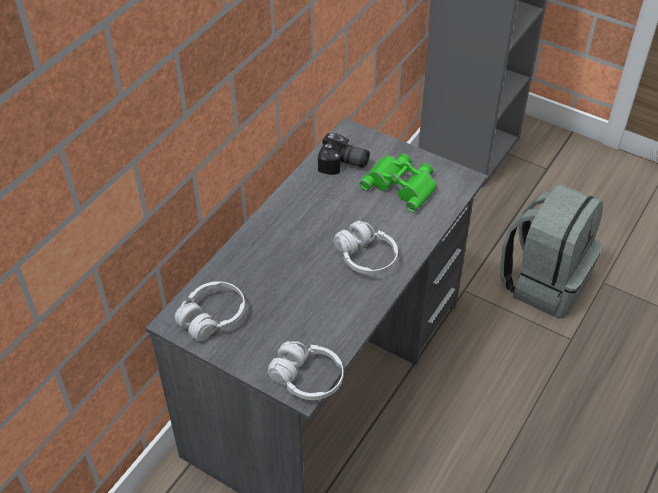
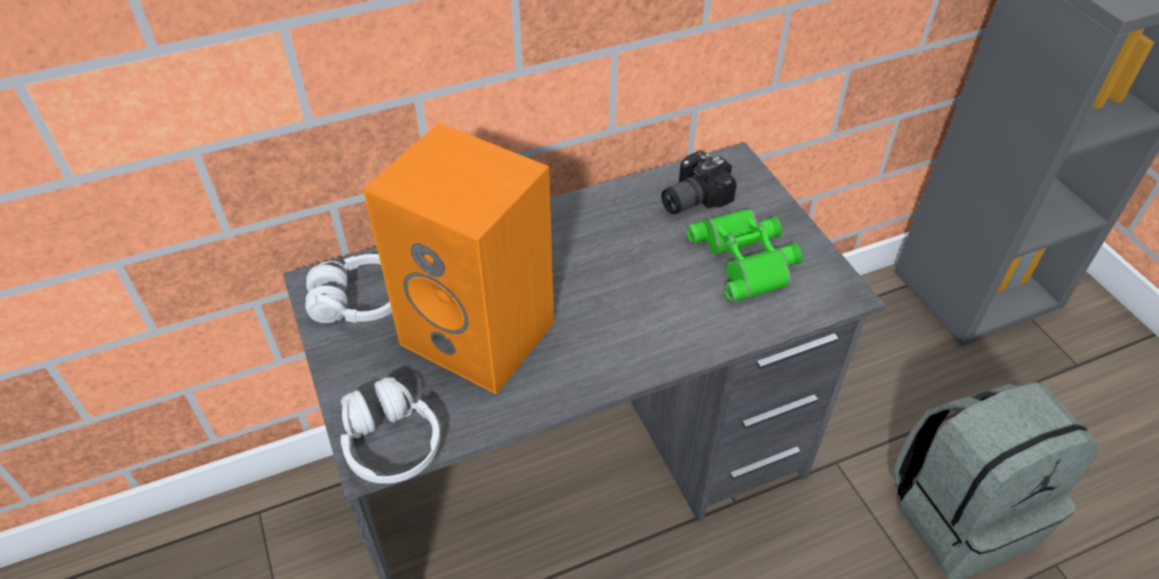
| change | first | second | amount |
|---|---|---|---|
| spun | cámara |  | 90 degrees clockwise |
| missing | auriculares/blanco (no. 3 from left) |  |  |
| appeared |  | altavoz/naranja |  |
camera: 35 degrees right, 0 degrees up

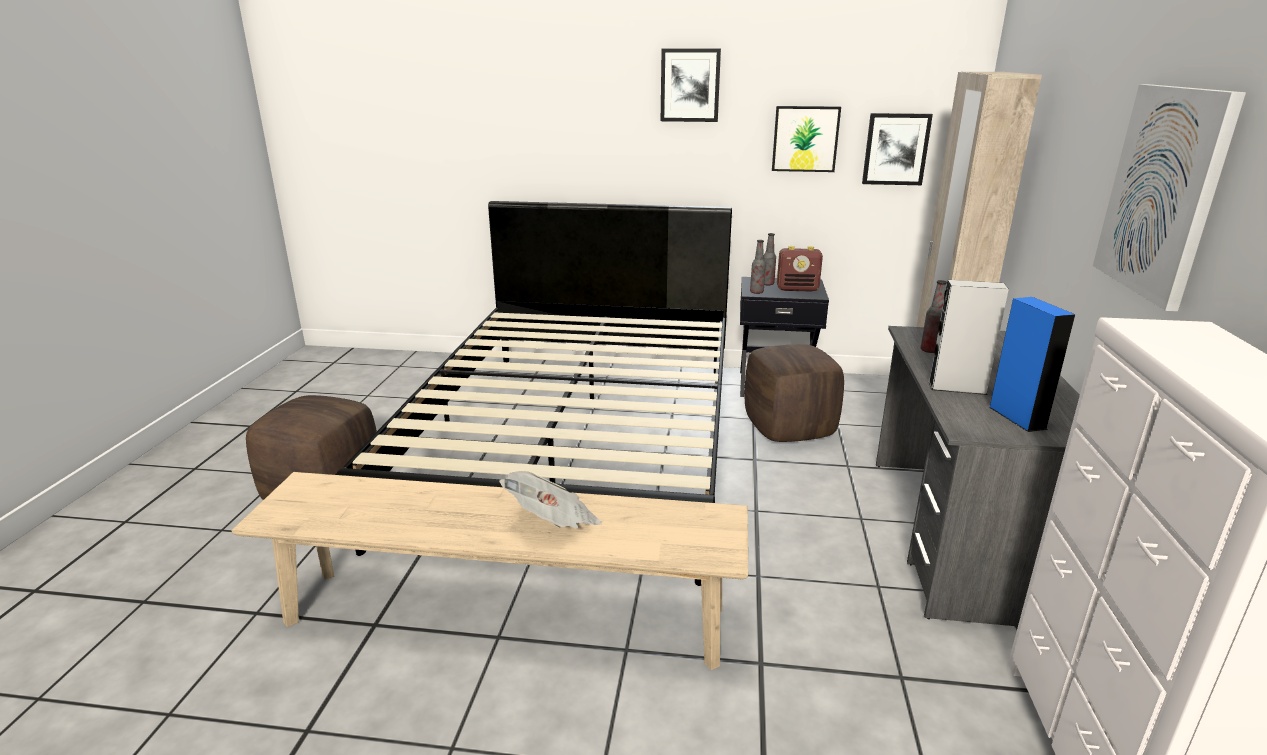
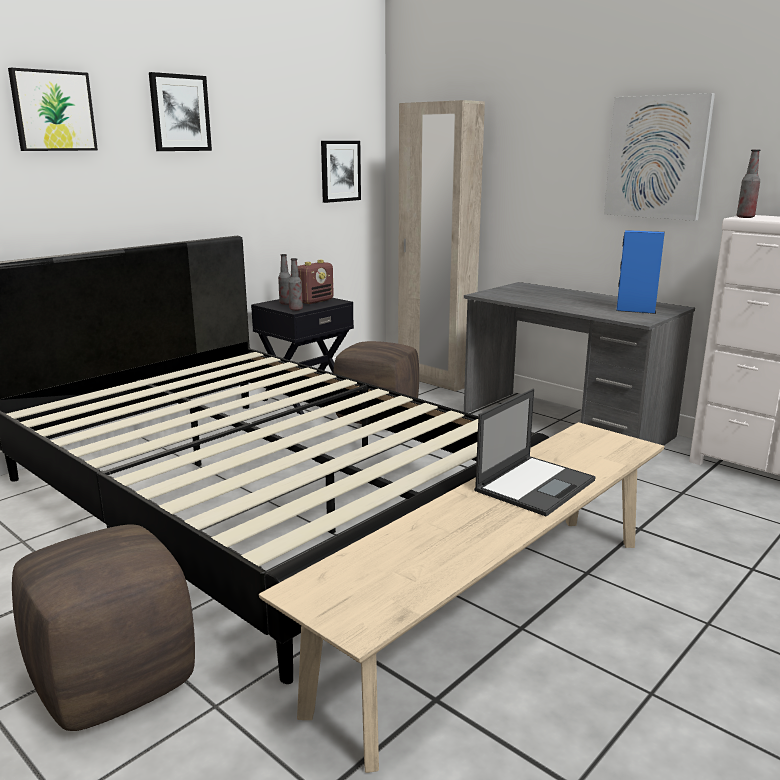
| change | first | second | amount |
|---|---|---|---|
| relocated | cuadro (no. 2 from left in the first image) | cuadro (no. 1 from left) |  |
| relocated | botella (no. 3 from left) |  |  |
| missing | altavoz/gris |  |  |
| exchanged | periódico | portátil |  |
camera: 55 degrees left, 5 degrees down

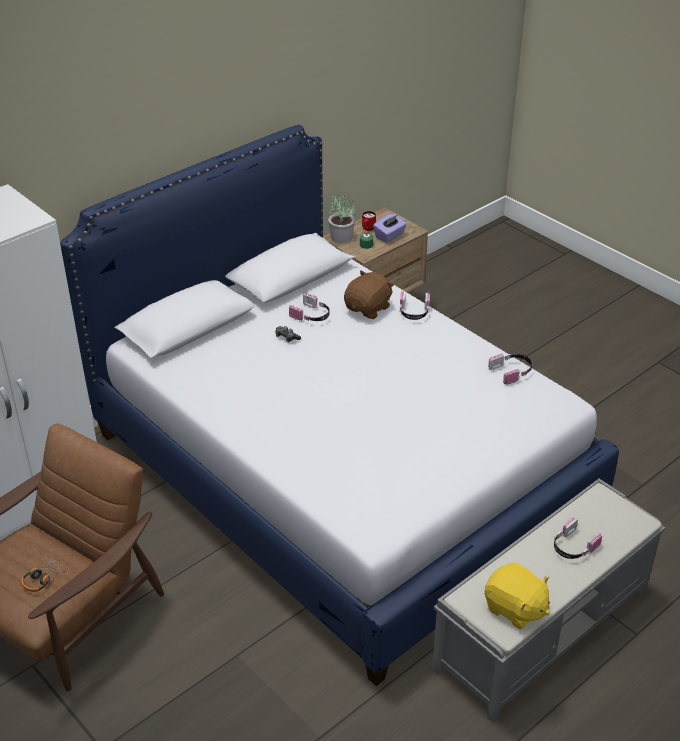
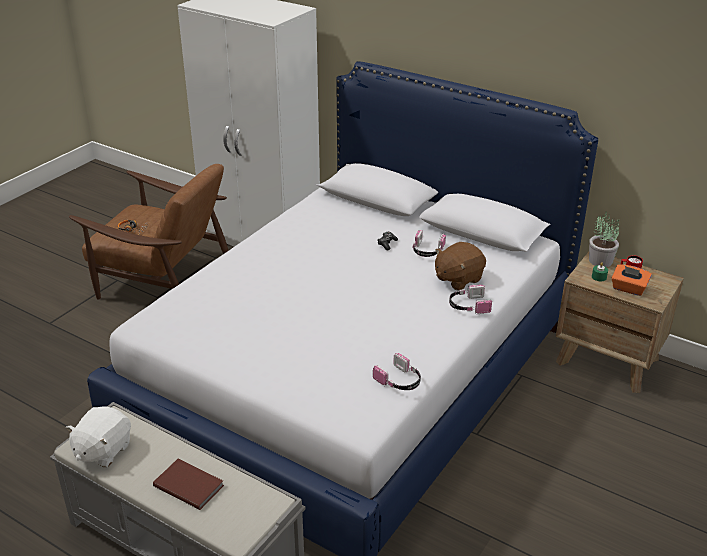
| change | first | second | amount |
|---|---|---|---|
| colour | caja de pañuelos/morado | caja de pañuelos/naranja |  |
| spun | peluche/marrón |  | 120 degrees clockwise |
| exchanged | auriculares (no. 5 from left) | libro/marrón |  |
| colour | peluche/amarillo | peluche/blanco |  |
camera: 75 degrees right, 5 degrees down

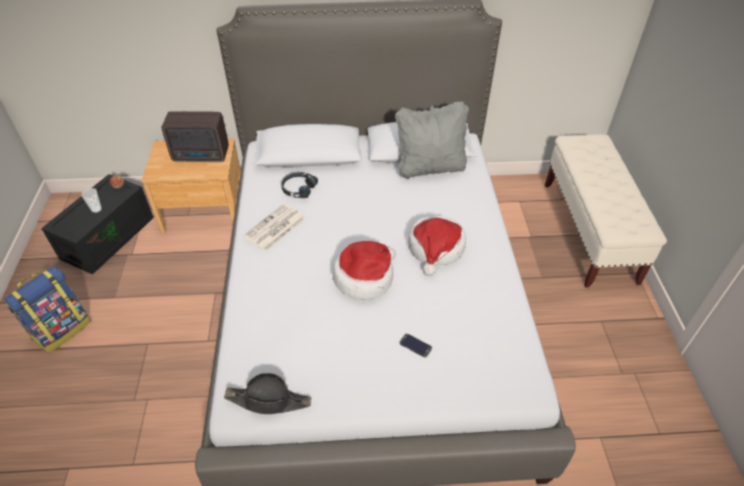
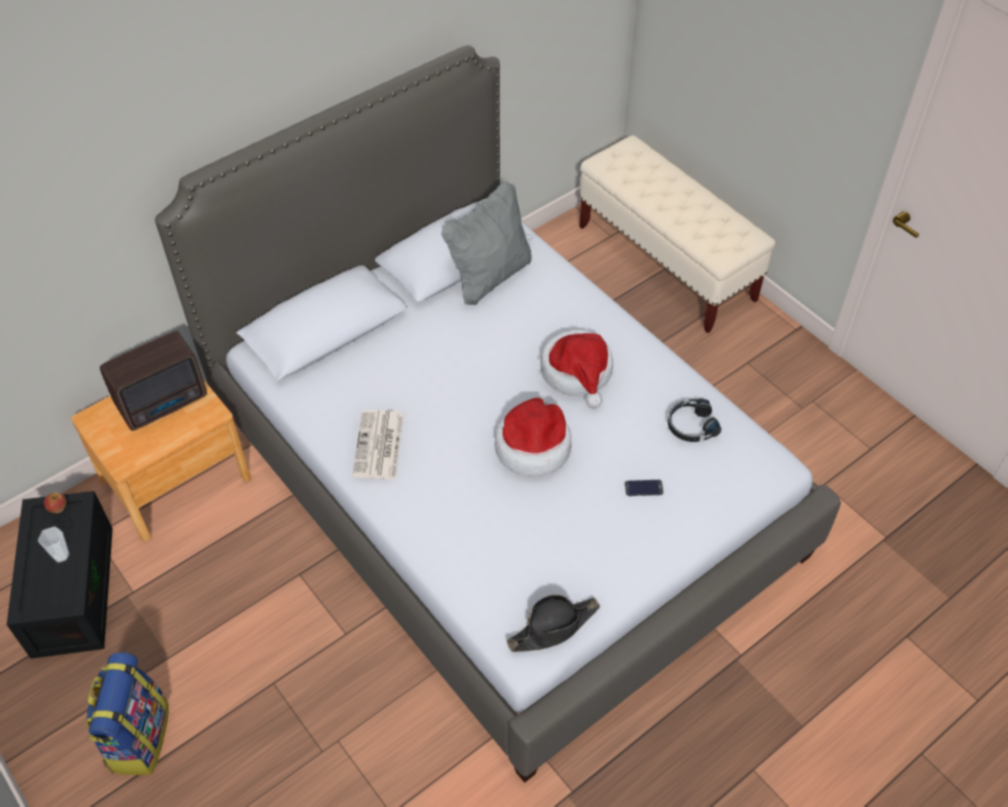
| change | first | second | amount |
|---|---|---|---|
| relocated | auriculares/negro |  |  |
camera: 35 degrees left, 5 degrees up

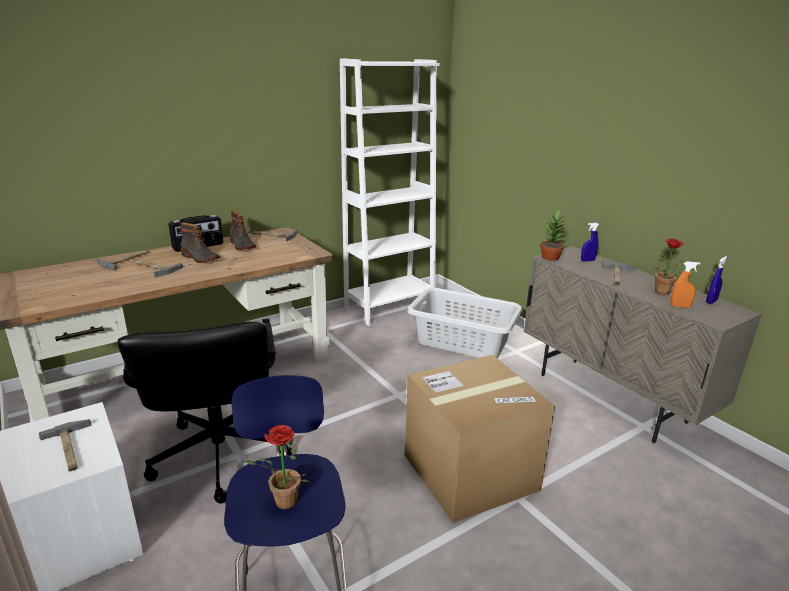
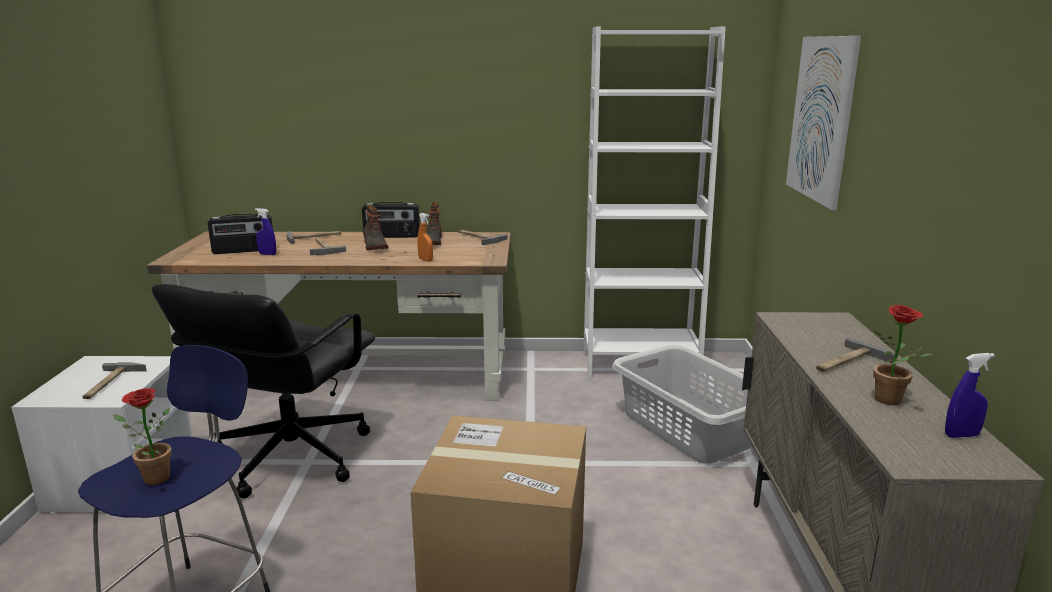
| change | first | second | amount |
|---|---|---|---|
| missing | planta en maceta (no. 2 from left) |  |  |
| relocated | pulverizador/azul (no. 1 from left) |  |  |
| relocated | pulverizador/naranja |  |  |
| appeared |  | cuadro |  |
| appeared |  | radio (no. 1 from left) |  |
camera: 35 degrees right, 5 degrees down

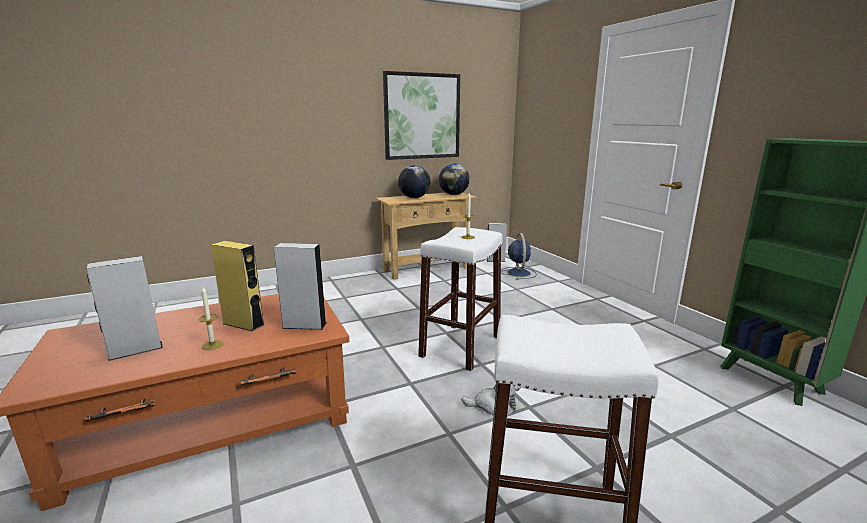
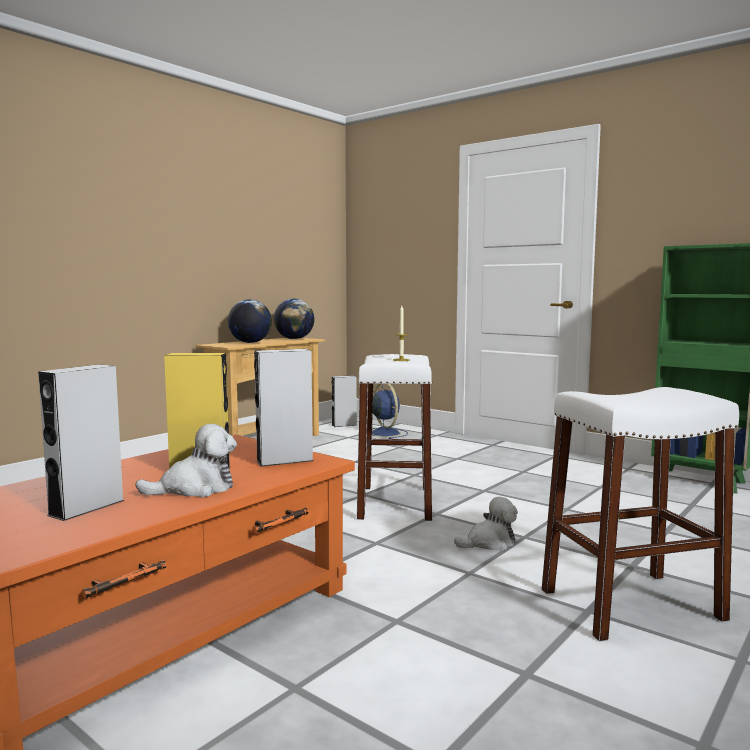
| change | first | second | amount |
|---|---|---|---|
| missing | cuadro |  |  |
| exchanged | vela (no. 1 from left) | peluche (no. 1 from left) |  |
camera: 25 degrees left, 10 degrees down

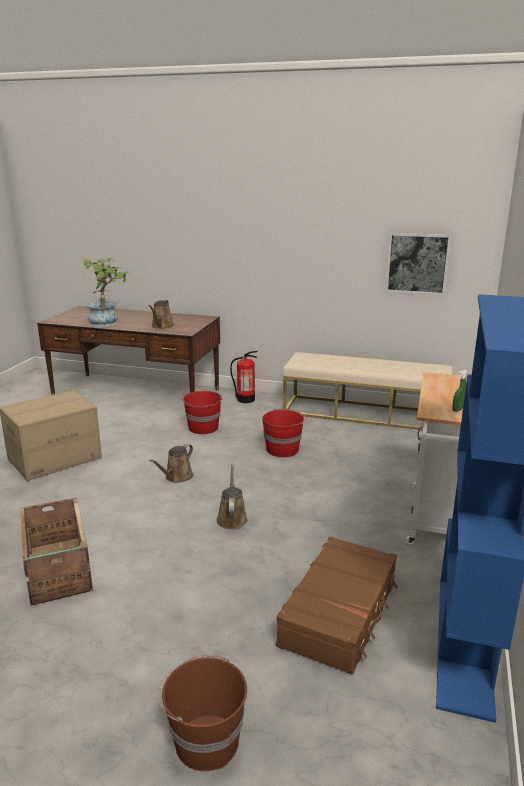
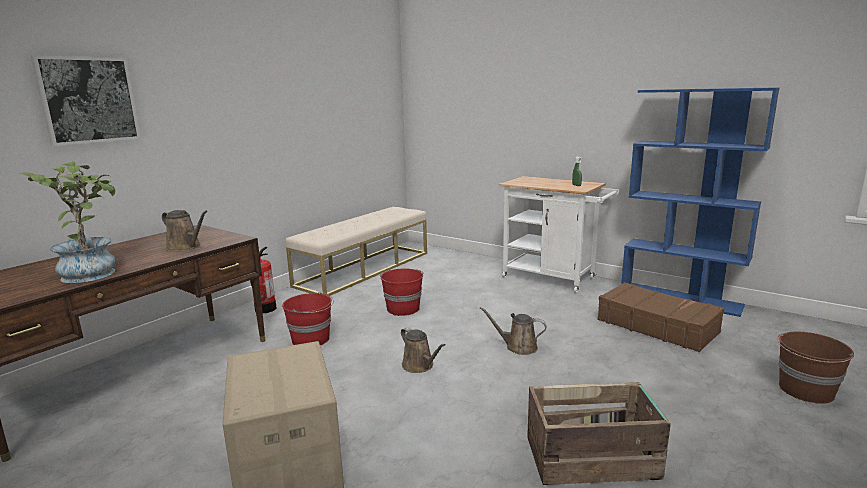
| change | first | second | amount |
|---|---|---|---|
| relocated | cuadro |  |  |
camera: 70 degrees left, 5 degrees down

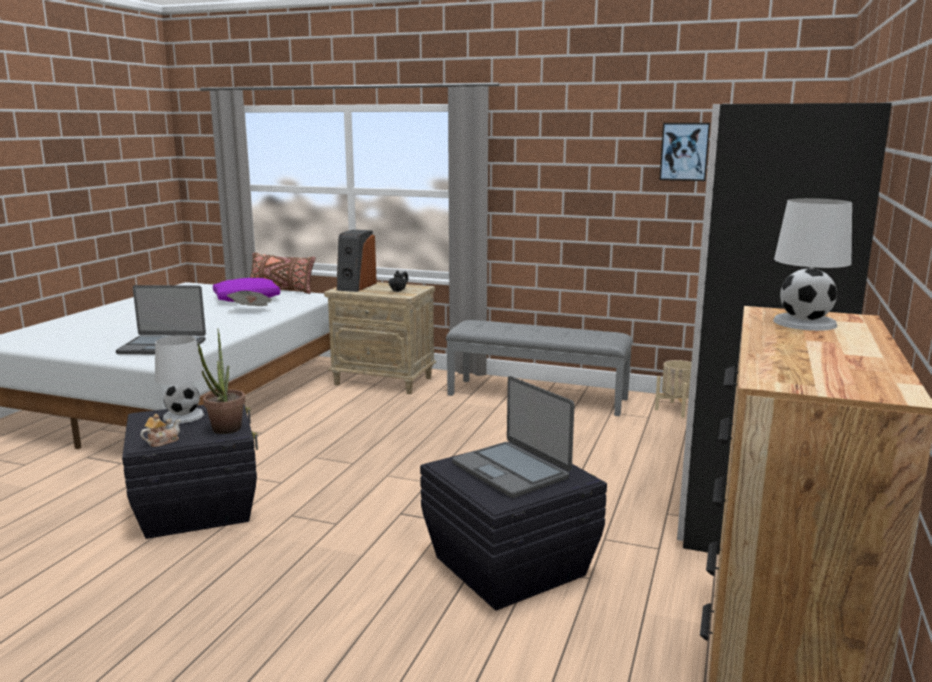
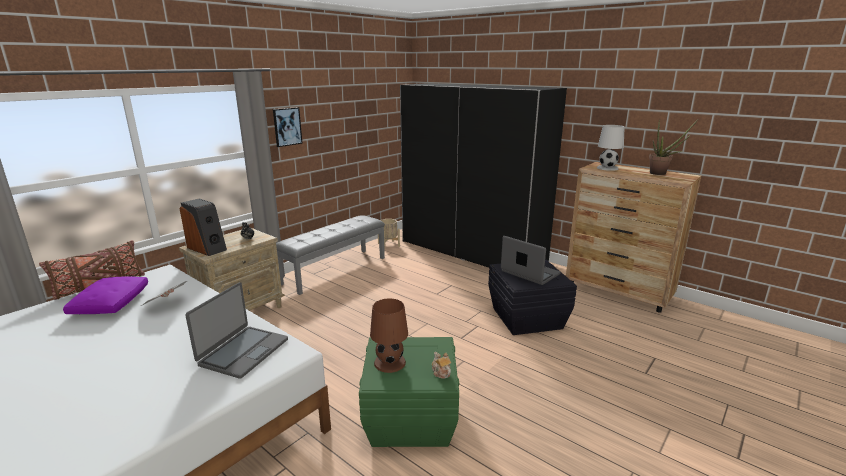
| change | first | second | amount |
|---|---|---|---|
| relocated | cuadro |  |  |
| relocated | planta en maceta |  |  |
| colour | lámpara de mesa/blanco (no. 1 from left) | lámpara de mesa/marrón |  |
| spun | portátil (no. 2 from left) |  | 120 degrees counterclockwise |
| colour | caja de almacenaje/negro (no. 1 from left) | caja de almacenaje/verde |  |
camera: 70 degrees left, 5 degrees up

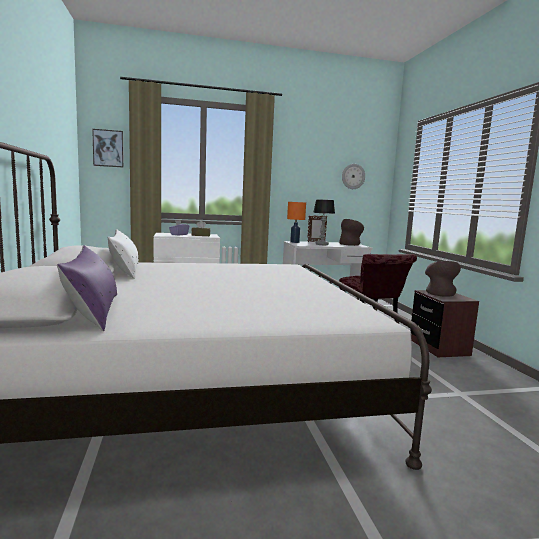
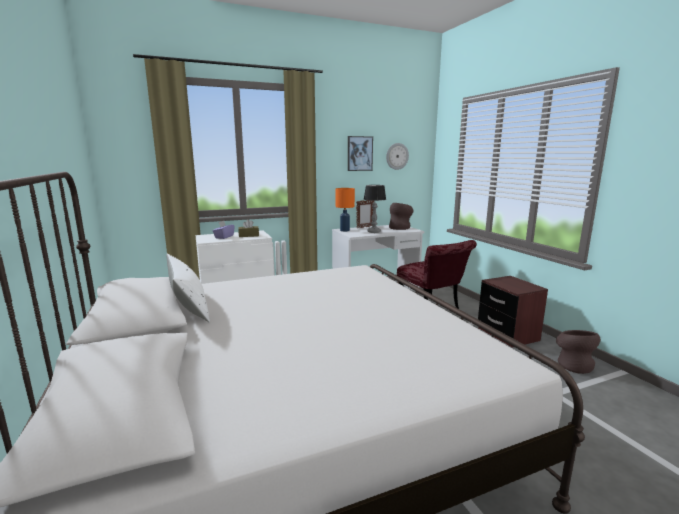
| change | first | second | amount |
|---|---|---|---|
| relocated | cuadro |  |  |
| missing | cojín/morado |  |  |
| relocated | florero/marrón (no. 2 from left) |  |  |
camera: 10 degrees left, 5 degrees up

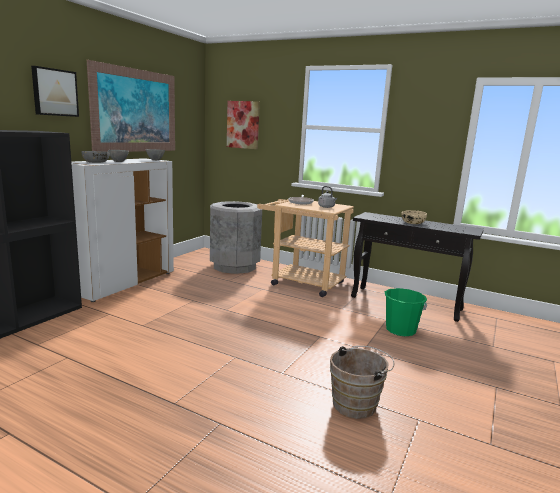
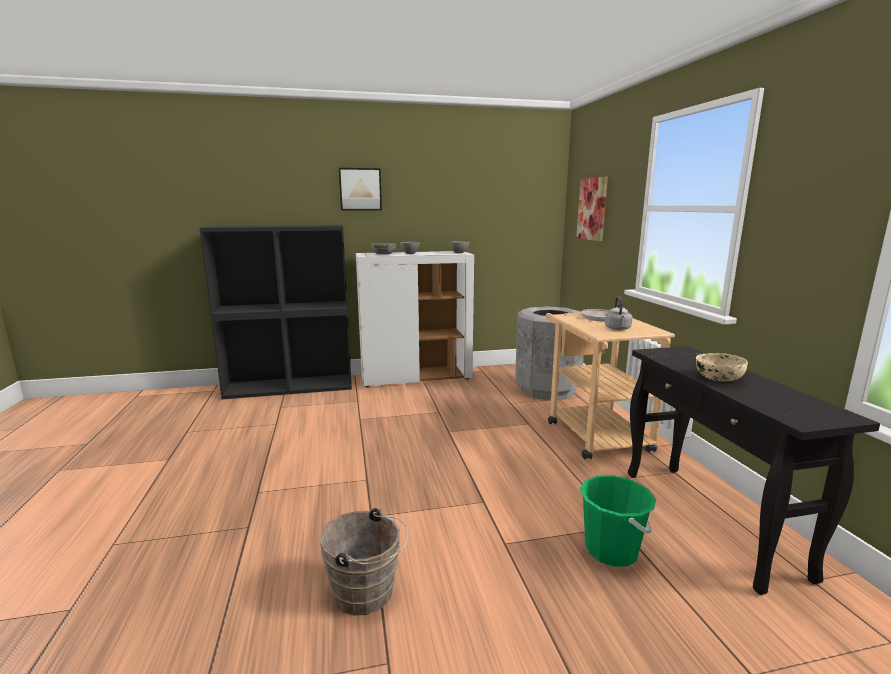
| change | first | second | amount |
|---|---|---|---|
| missing | cuadro (no. 2 from left) |  |  |
camera: 50 degrees right, 0 degrees up

